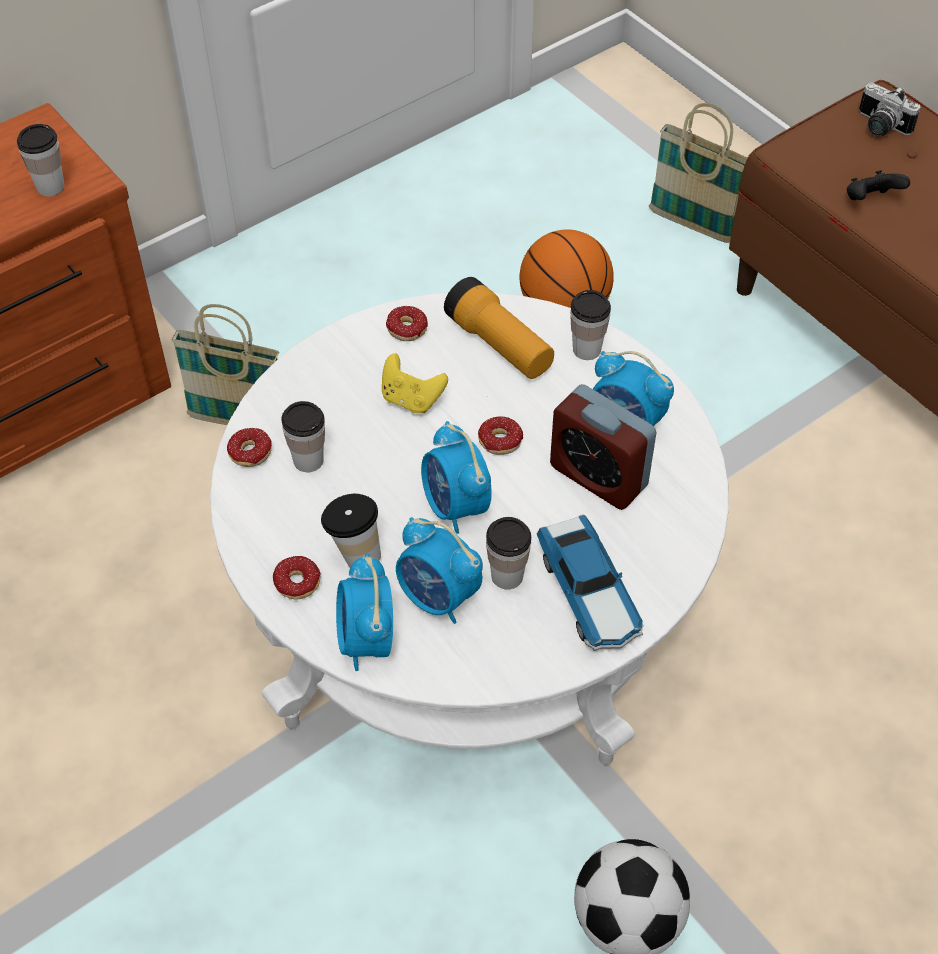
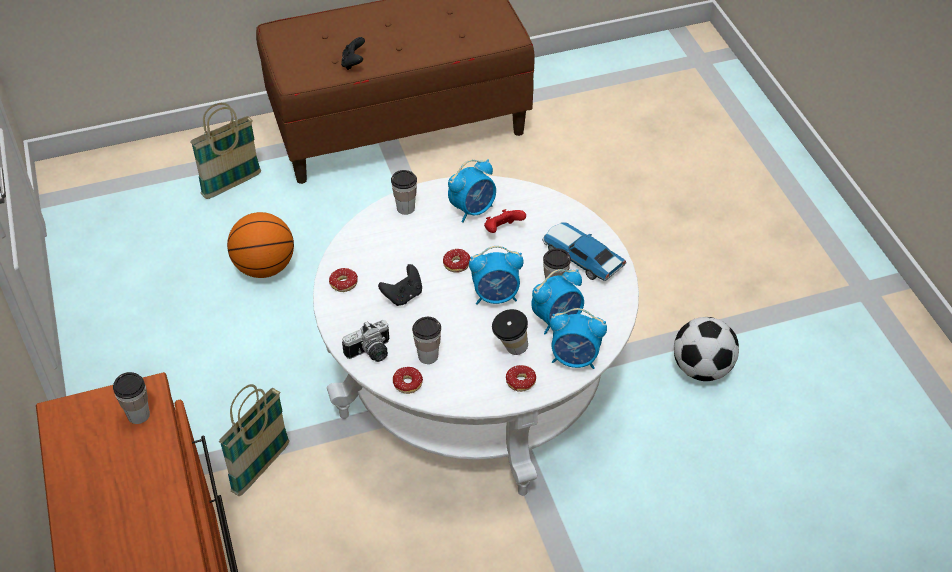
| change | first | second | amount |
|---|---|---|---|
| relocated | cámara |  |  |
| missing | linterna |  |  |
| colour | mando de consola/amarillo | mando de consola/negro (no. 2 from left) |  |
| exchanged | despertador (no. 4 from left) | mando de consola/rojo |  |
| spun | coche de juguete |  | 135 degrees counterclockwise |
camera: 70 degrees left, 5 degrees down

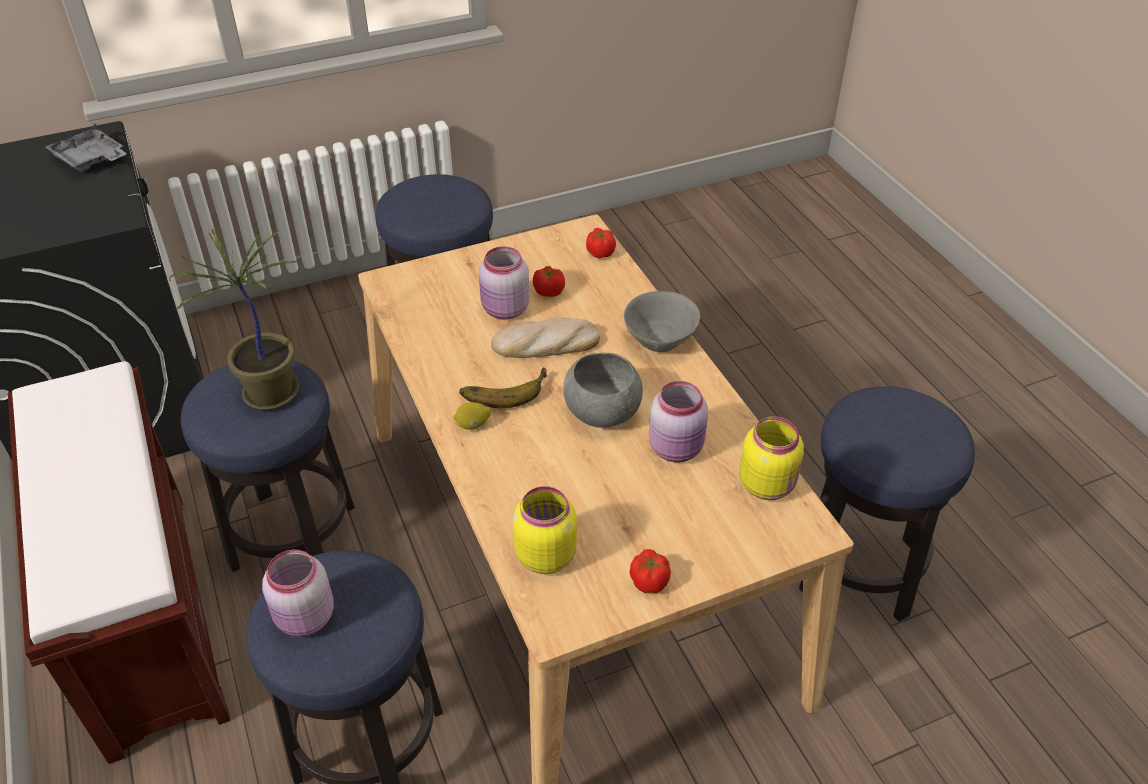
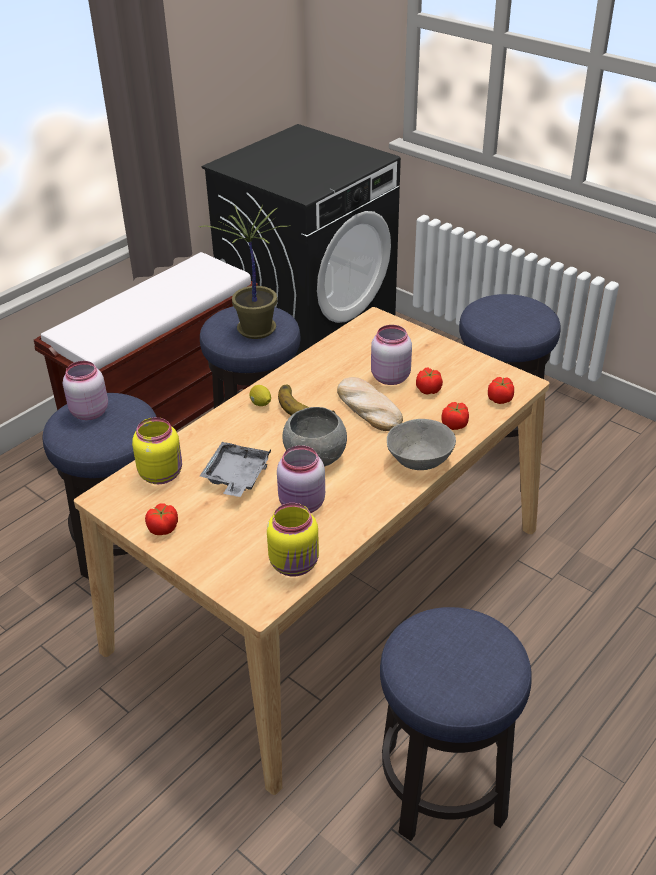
| change | first | second | amount |
|---|---|---|---|
| relocated | bandeja/gris |  |  |
| appeared |  | tomate (no. 3 from left) |  |
camera: 65 degrees right, 5 degrees down

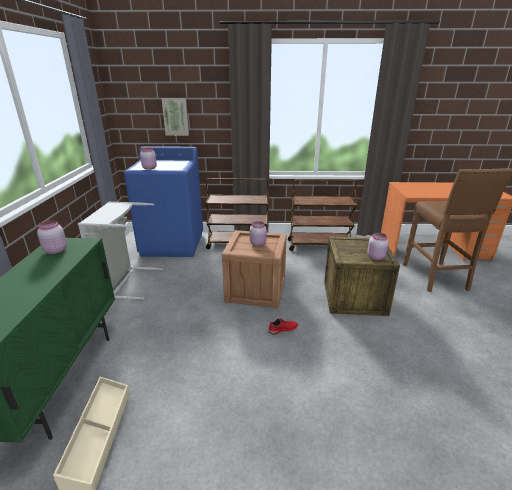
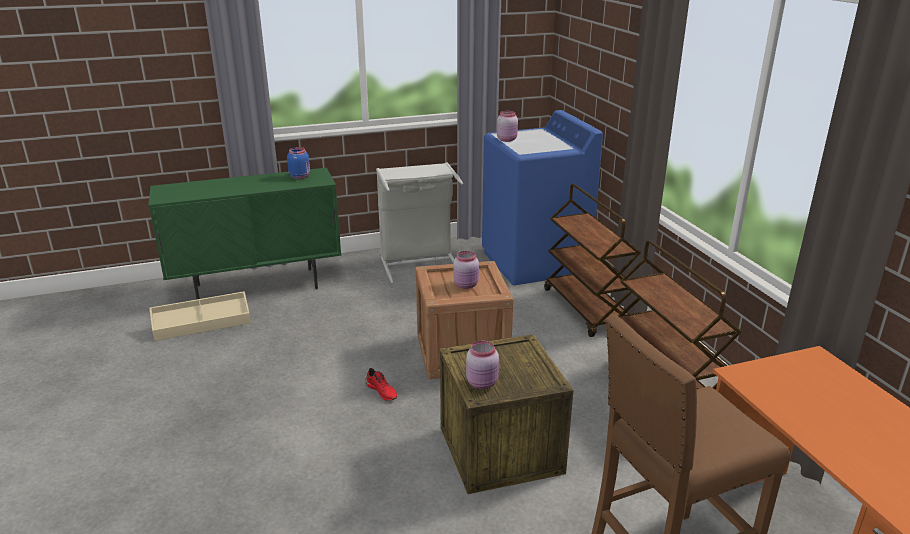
| change | first | second | amount |
|---|---|---|---|
| missing | cuadro |  |  |
| colour | tarro/rosa (no. 1 from left) | tarro/azul |  |
camera: 70 degrees right, 0 degrees up

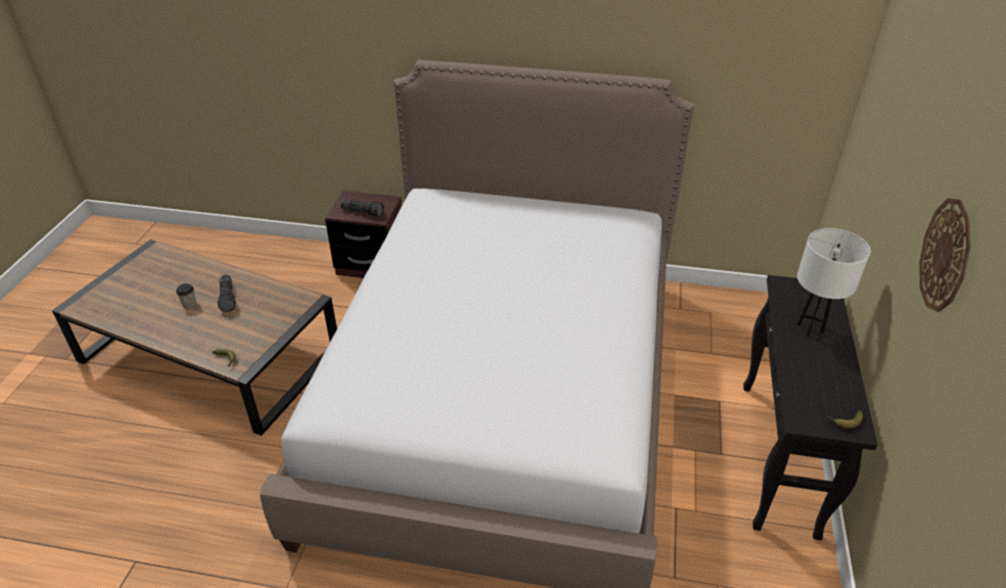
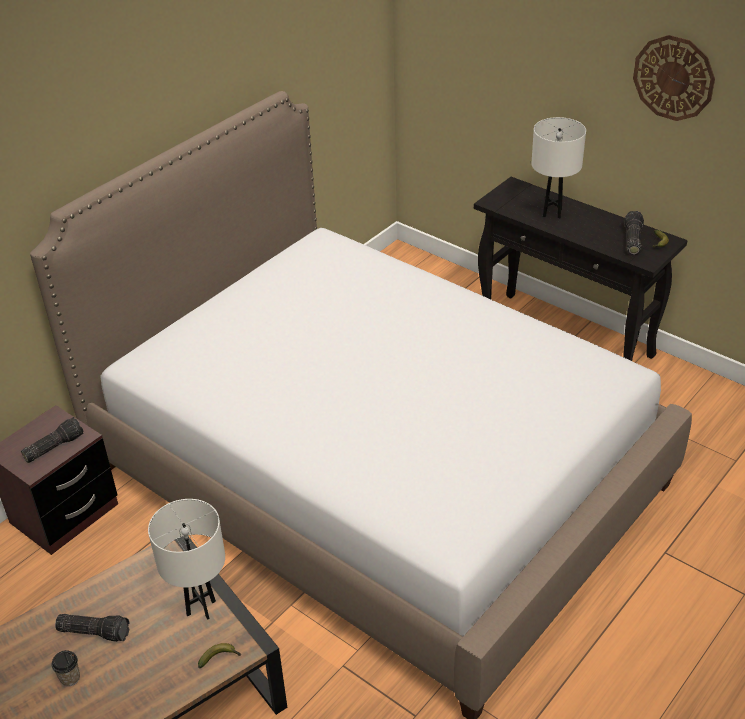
| change | first | second | amount |
|---|---|---|---|
| appeared |  | linterna (no. 3 from left) |  |
| appeared |  | lámpara de mesa/blanco (no. 1 from left) |  |
camera: 60 degrees left, 0 degrees up

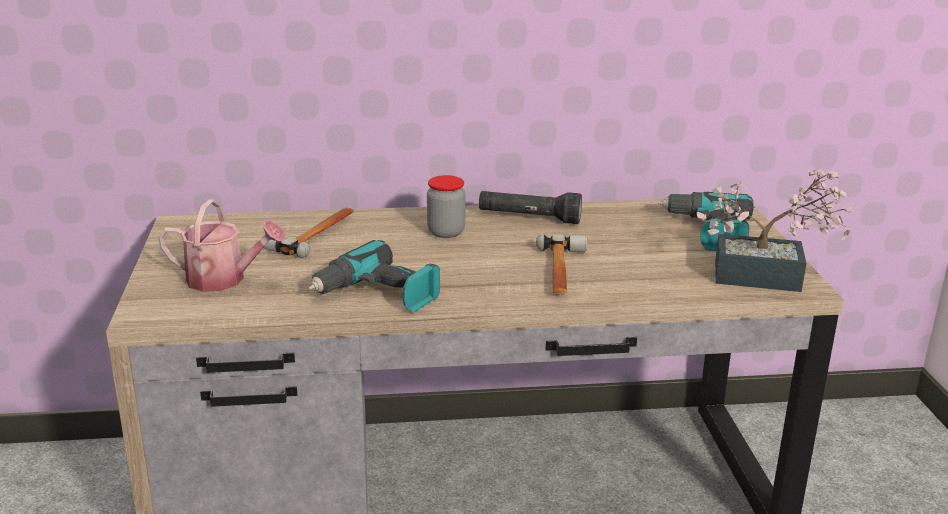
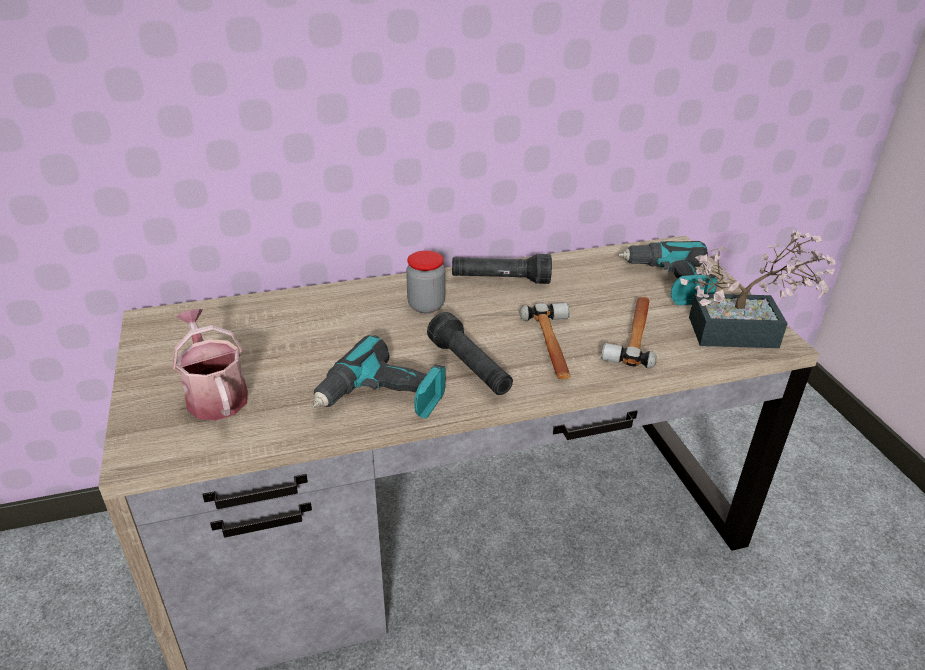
| change | first | second | amount |
|---|---|---|---|
| spun | regadera |  | 120 degrees counterclockwise |
| relocated | martillo (no. 1 from left in the first image) | martillo (no. 2 from left) |  |
| appeared |  | linterna/negro (no. 1 from left) |  |
camera: 10 degrees left, 10 degrees up

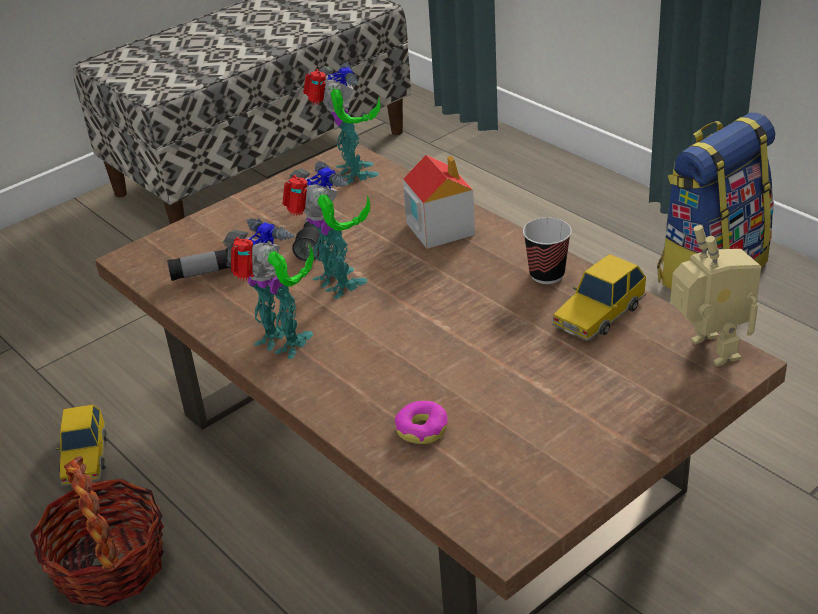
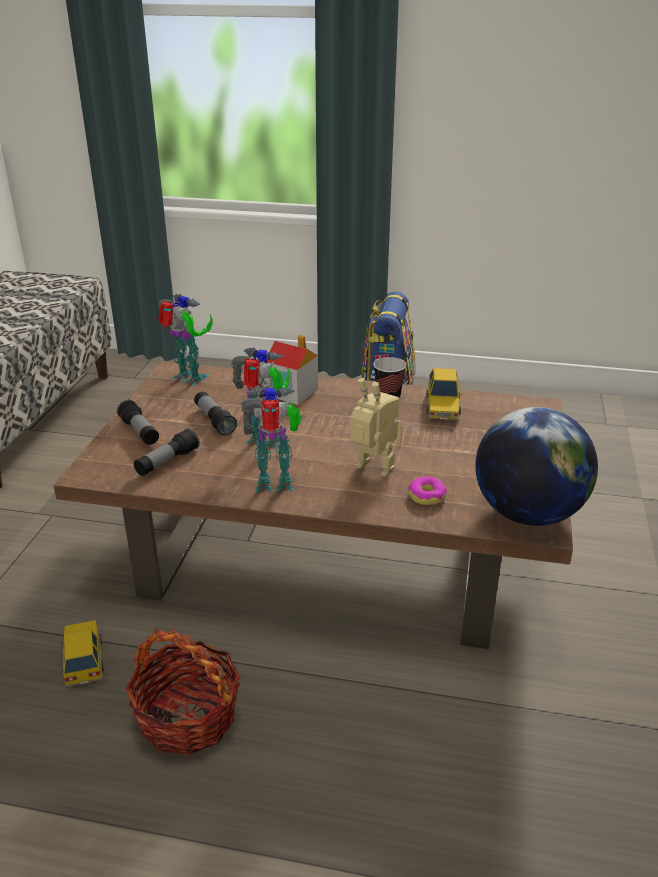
| change | first | second | amount |
|---|---|---|---|
| relocated | robot de juguete (no. 4 from left) |  |  |
| spun | coche de juguete (no. 1 from left) |  | 150 degrees counterclockwise |
| appeared |  | linterna (no. 1 from left) |  |
| appeared |  | globo terráqueo |  |
camera: 40 degrees left, 5 degrees down

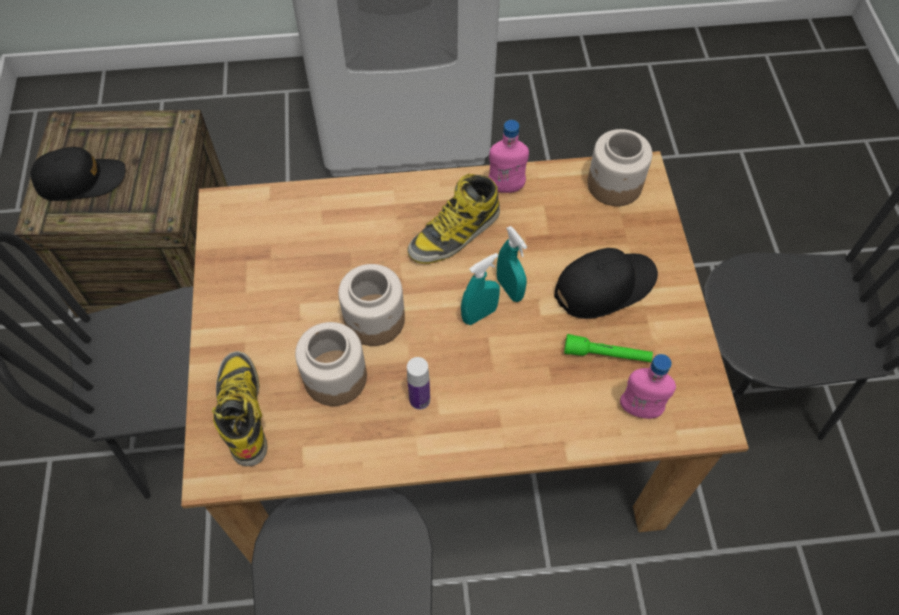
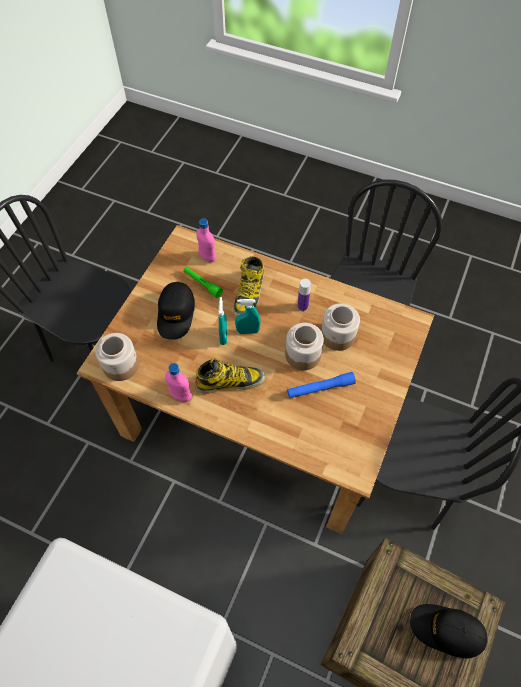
| change | first | second | amount |
|---|---|---|---|
| spun | gorra/negro (no. 2 from left in the first image) | gorra/negro (no. 1 from left) | 90 degrees counterclockwise |
| relocated | bota (no. 1 from left in the first image) | bota (no. 2 from left) |  |
| appeared |  | linterna/azul |  |
camera: 150 degrees left, 0 degrees up

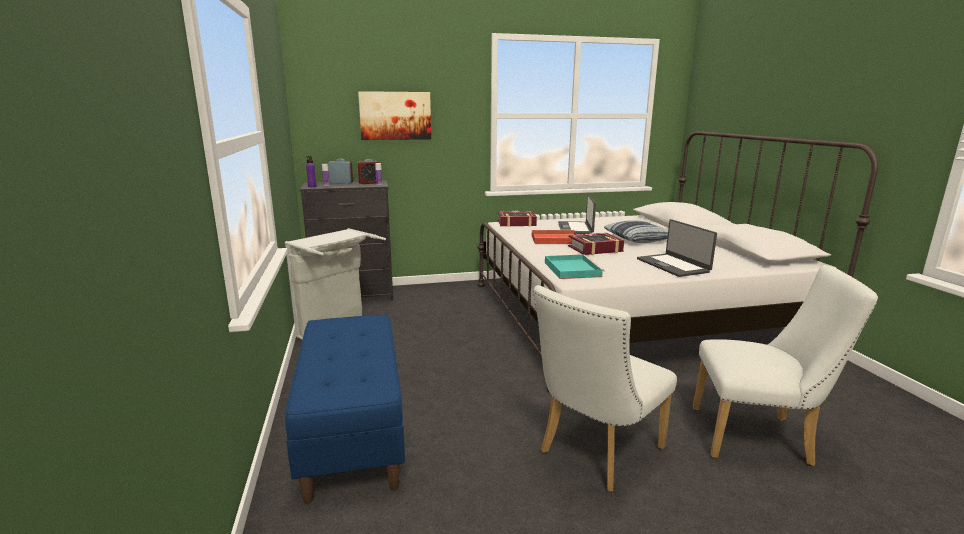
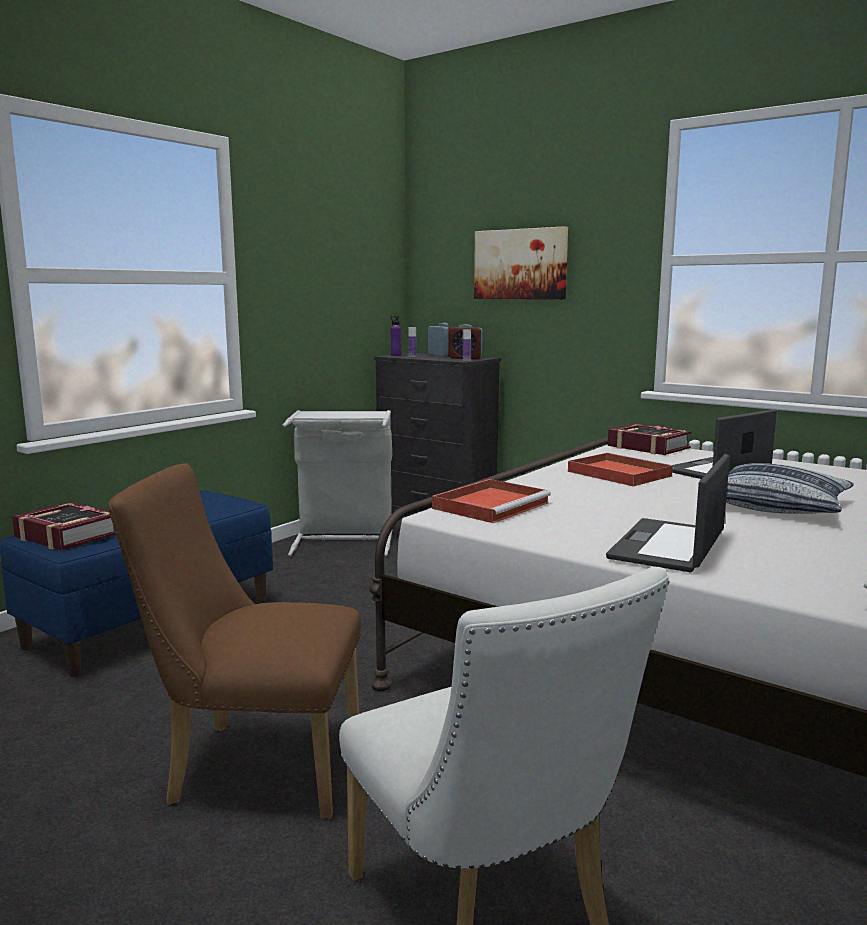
| change | first | second | amount |
|---|---|---|---|
| relocated | libro (no. 2 from left in the first image) | libro (no. 1 from left) |  |
| colour | bandeja/turquesa | bandeja/rojo (no. 1 from left) |  |
| colour | silla/blanco (no. 1 from left) | silla/marrón |  |
camera: 50 degrees right, 5 degrees down

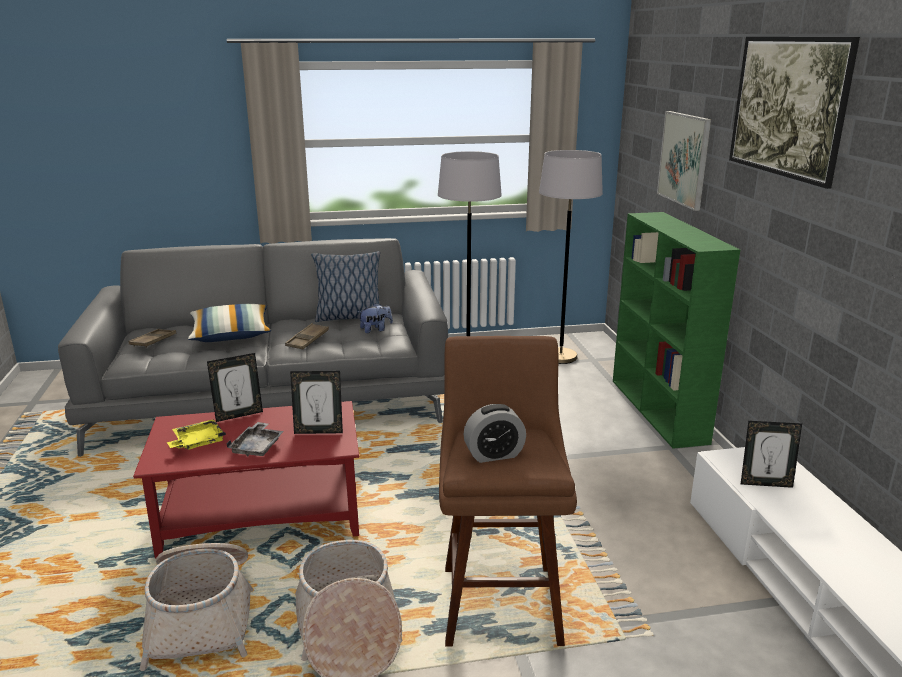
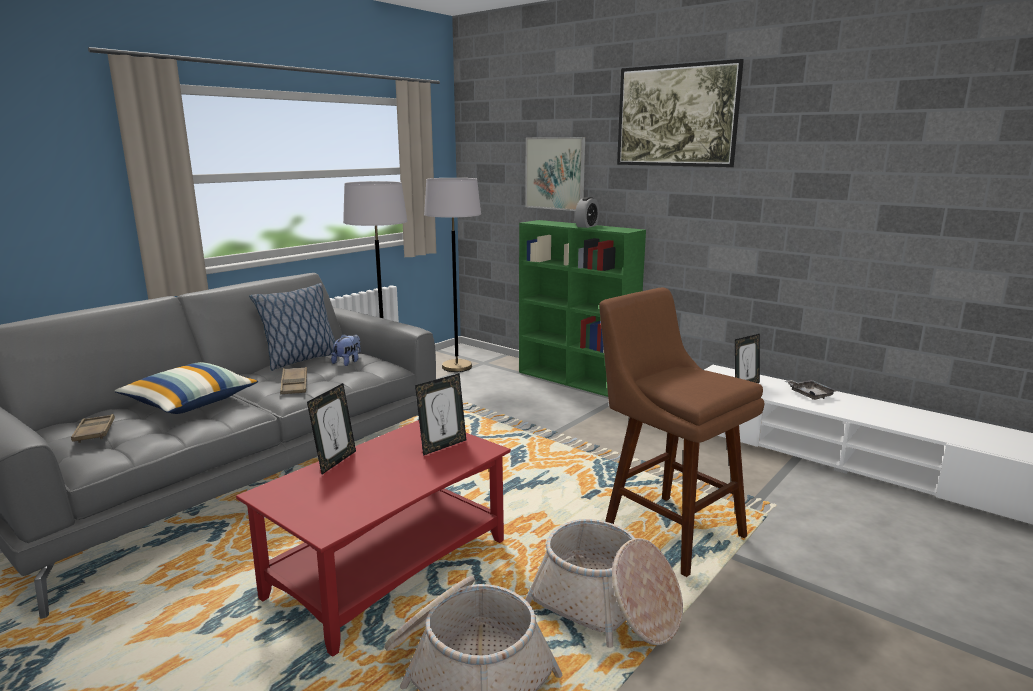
| change | first | second | amount |
|---|---|---|---|
| relocated | despertador |  |  |
| missing | bandeja/amarillo |  |  |
| relocated | bandeja/gris |  |  |
camera: 40 degrees left, 5 degrees down

